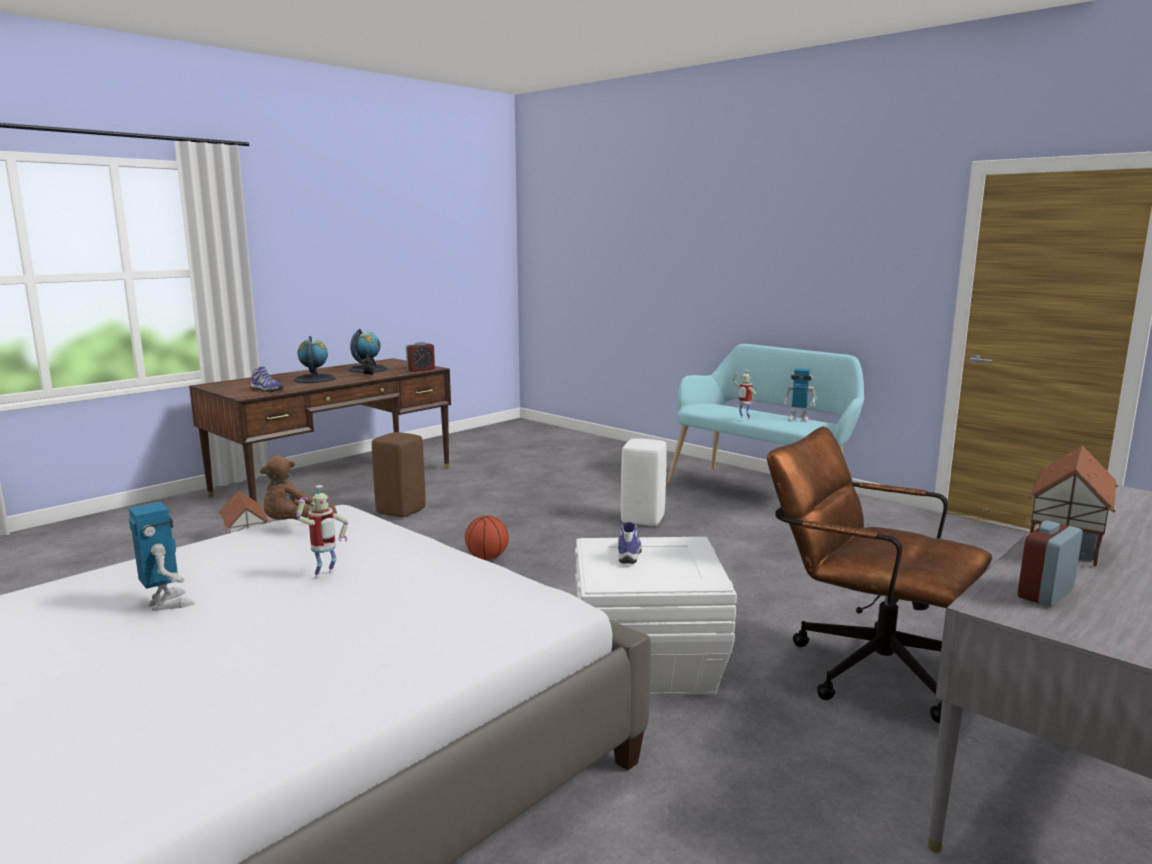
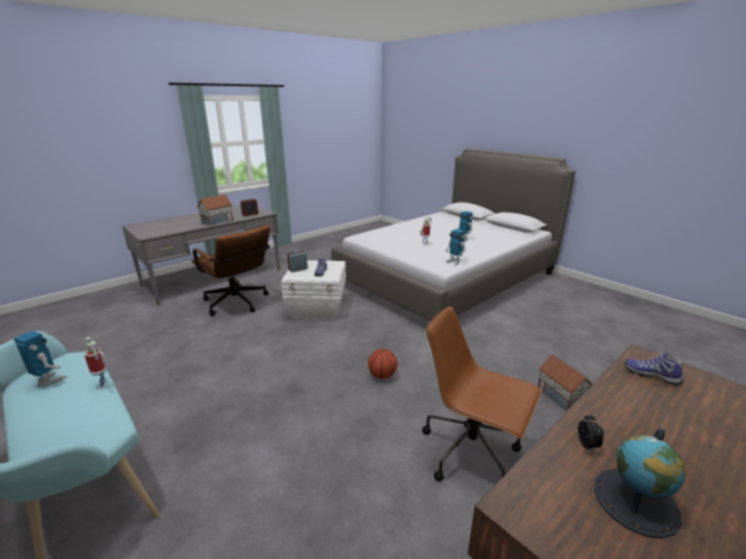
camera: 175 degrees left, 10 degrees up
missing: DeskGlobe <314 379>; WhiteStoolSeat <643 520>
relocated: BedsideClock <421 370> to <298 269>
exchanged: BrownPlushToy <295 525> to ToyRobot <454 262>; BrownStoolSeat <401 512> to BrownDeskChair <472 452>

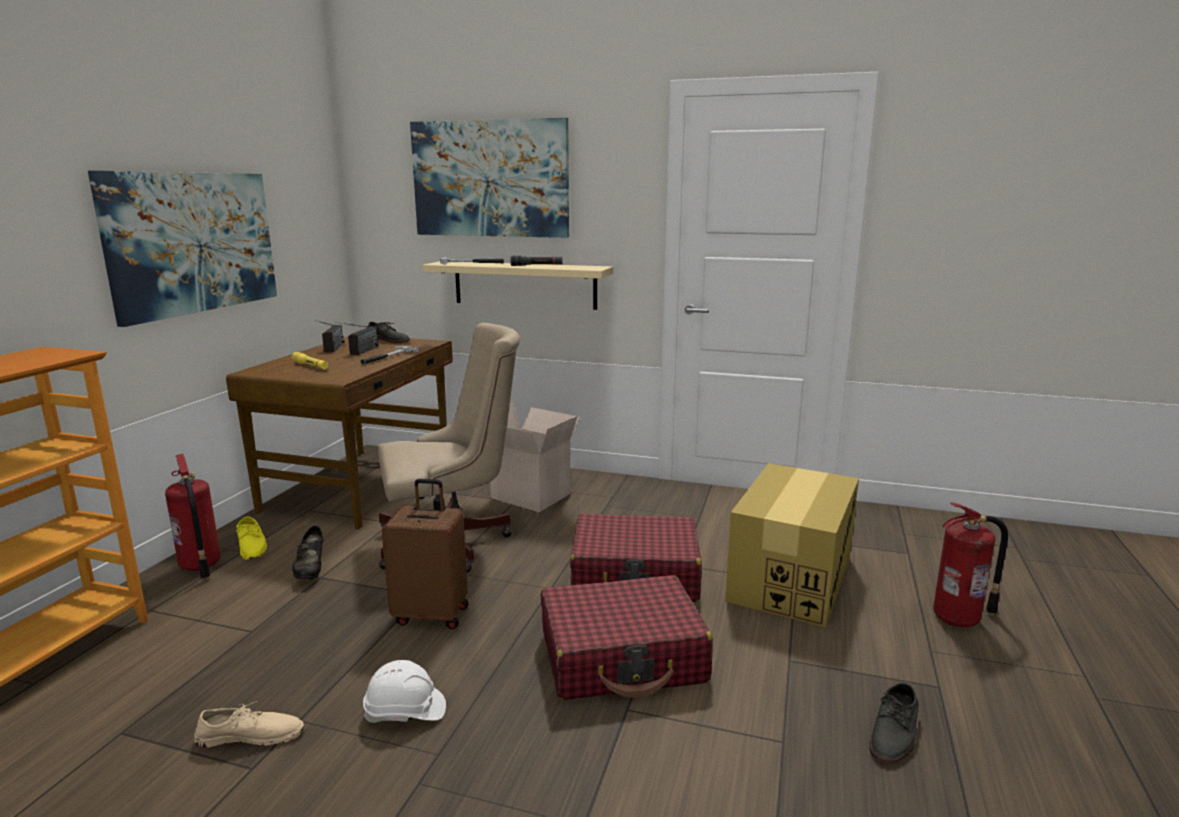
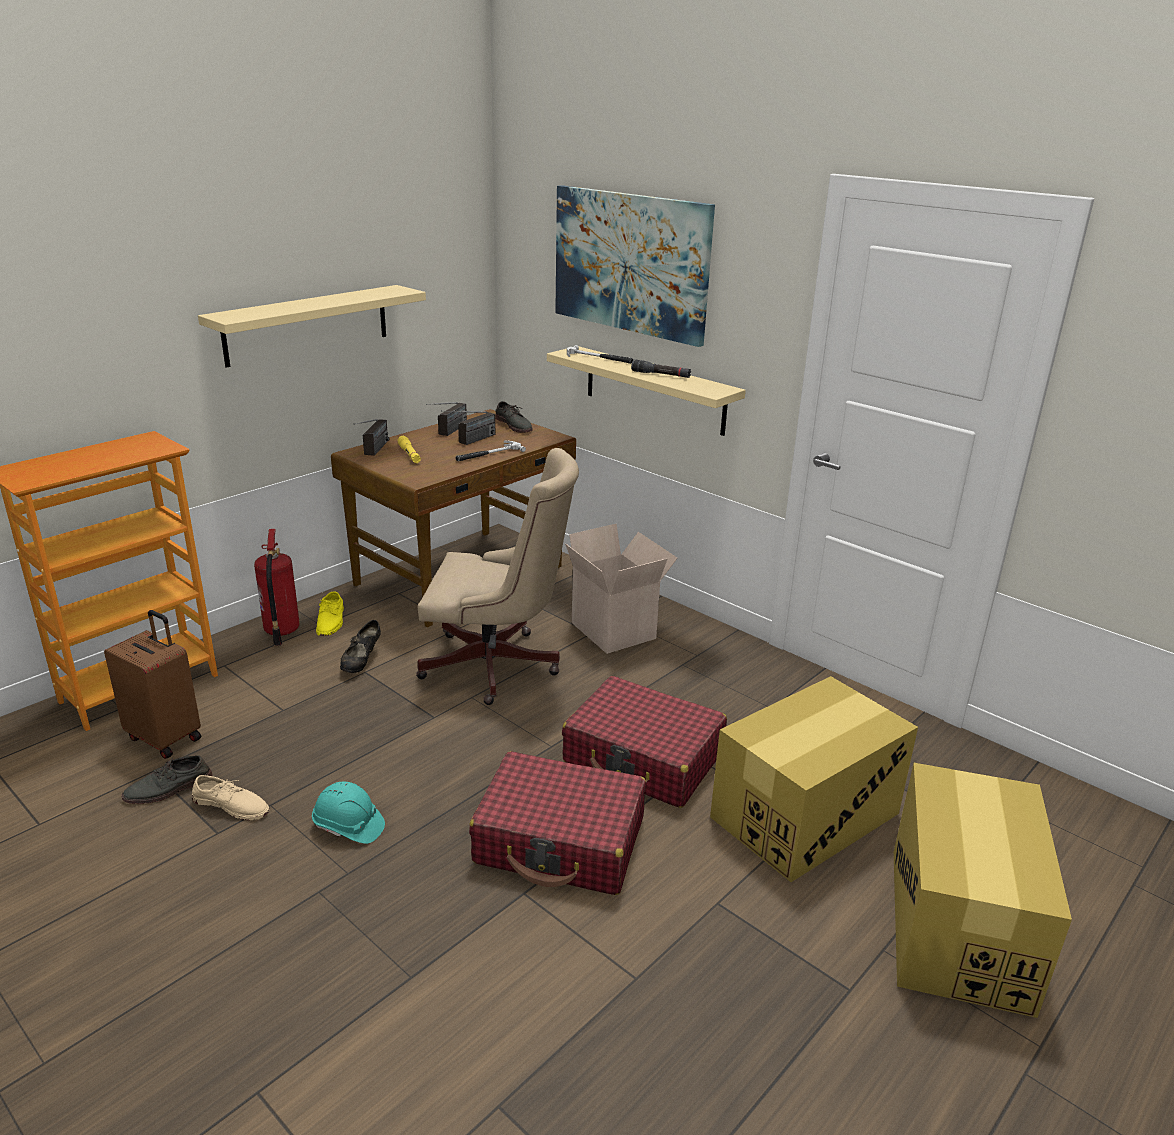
camera: 25 degrees right, 10 degrees up
appeared: RadioReceiver <373 451>
relocated: BrownPieceOfLuggage <432 614> to <166 737>; GreyishShoe <895 733> to <168 788>
exchanged: WallPicture <193 242> to BeigeWallShelf <307 325>; FireFightingCylinder <959 619> to Carton <958 927>
colour: WhiteSafetyHelmet <405 712> to BlueGreenSafetyHelmet <348 826>

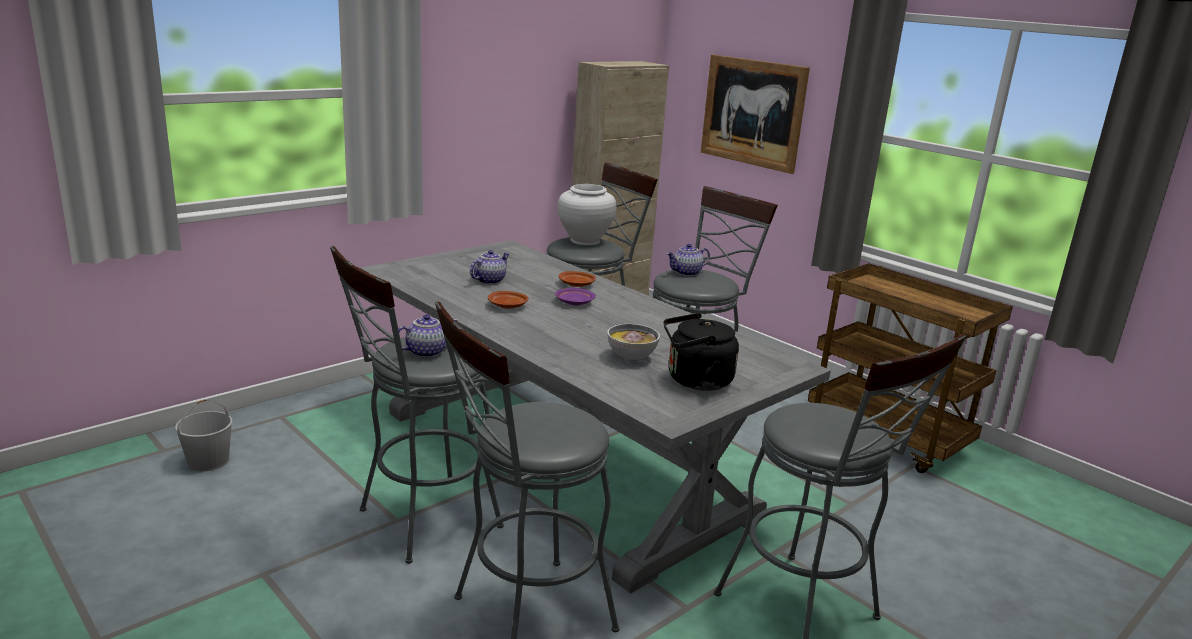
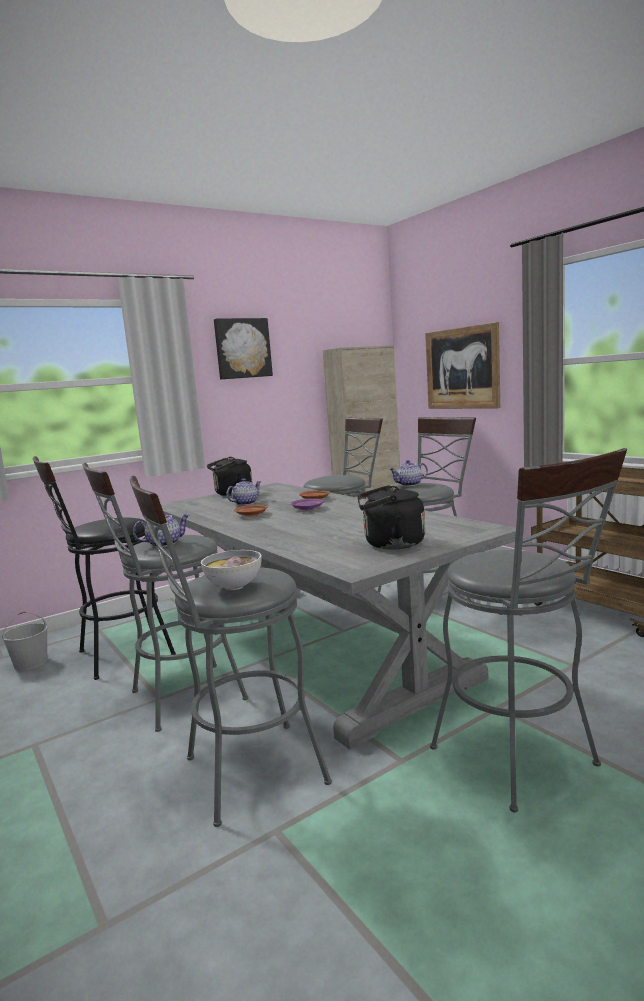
camera: 10 degrees right, 10 degrees down
missing: WhiteDecorativeVase <584 241>
appeared: BlackishStoolSeat <117 656>; BlackishKettle <231 494>; WallPicture <242 348>
relocated: DeepDish <631 357> to <234 587>

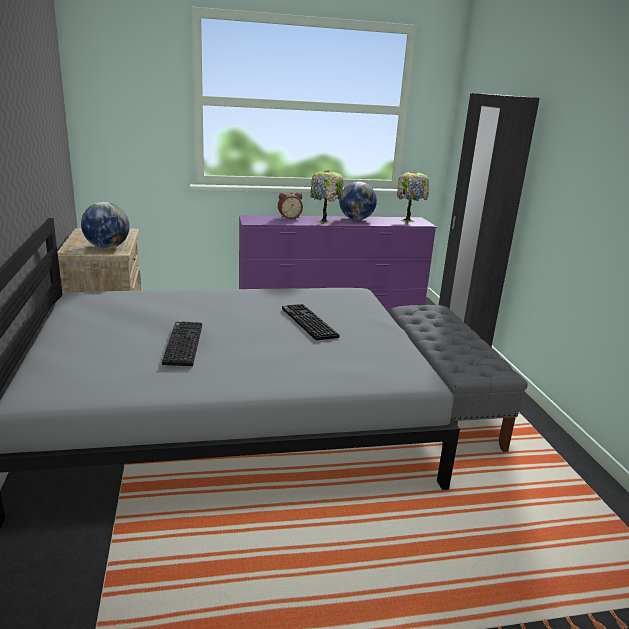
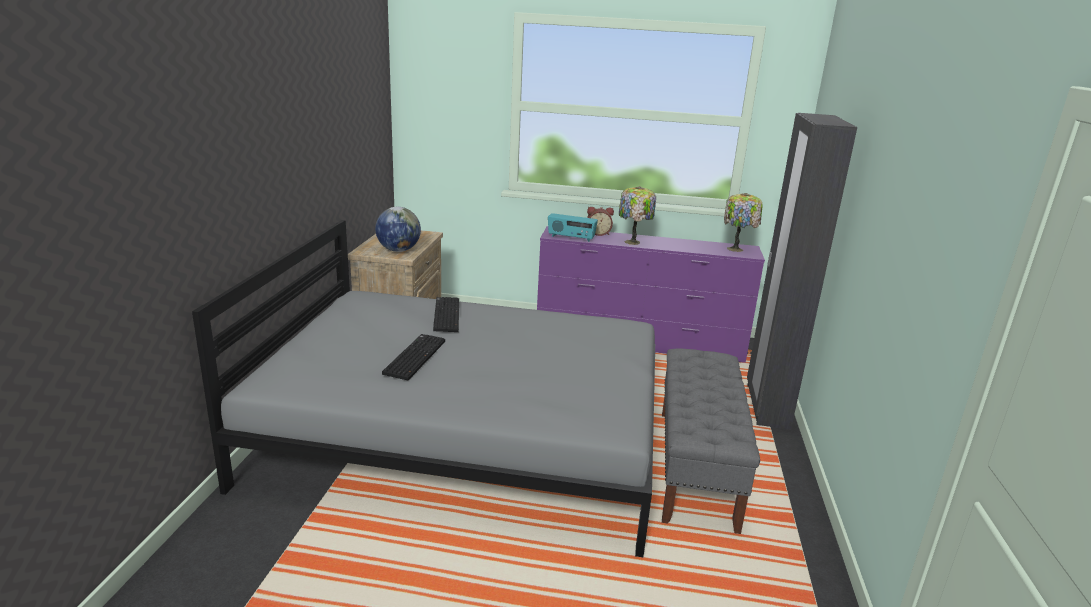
camera: 20 degrees right, 0 degrees up
missing: DeskGlobe <356 219>
appeared: RadioReceiver <571 238>
relocated: PcKeyboard <307 322> to <445 315>

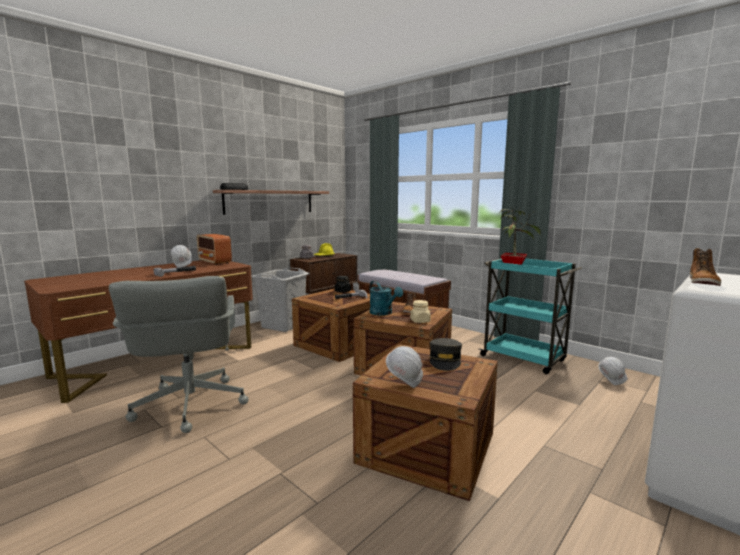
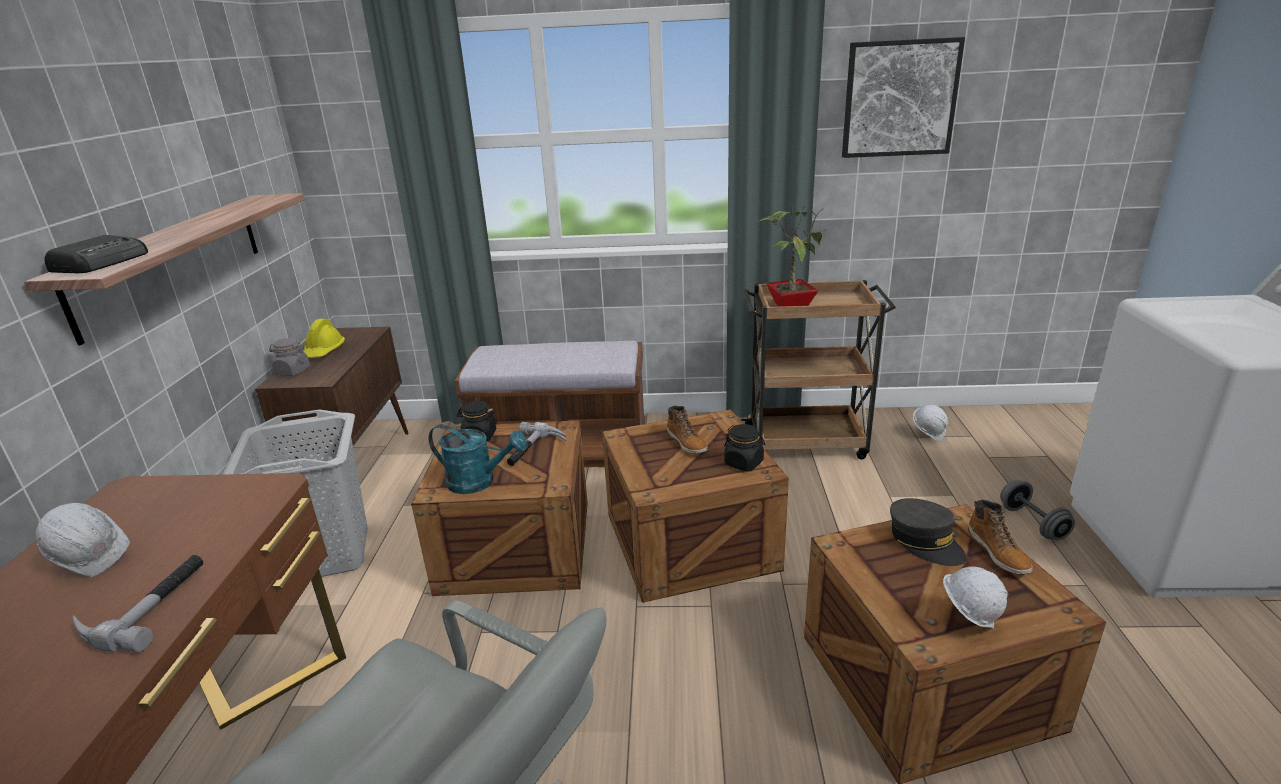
camera: 40 degrees left, 15 degrees up
missing: RadioReceiver <215 262>
appeared: WallPicture <899 99>; GreyishDumbbell <1032 523>
relocated: BlueGreenSprinklingCan <383 313> to <479 482>; TallBoot <703 282> to <998 552>
colour: BeigePreserveJar <420 321> to BlackishPreserveJar <744 463>; BlueGreenWheeledCart <524 359> to BrownWheeledCart <807 442>

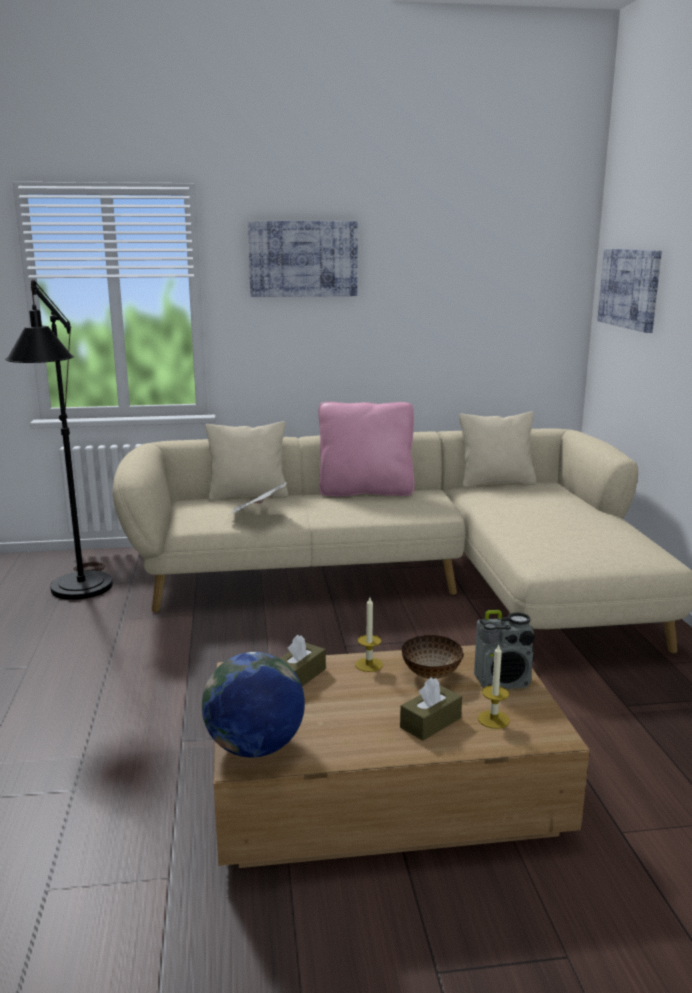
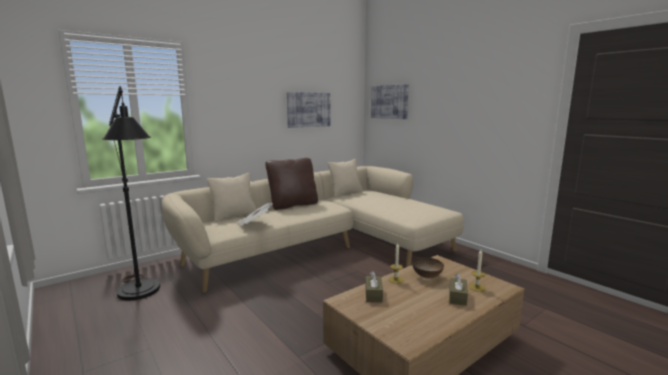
camera: 30 degrees left, 5 degrees down
missing: DeskGlobe <255 747>; RadioReceiver <503 681>
relocated: WallPicture <303 259> to <308 109>
colour: PinkPillow <365 491> to BrownPillow <293 205>

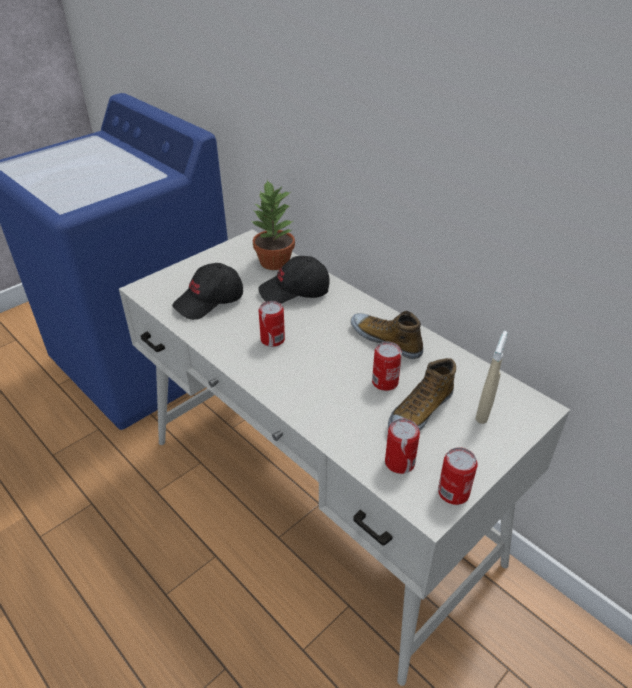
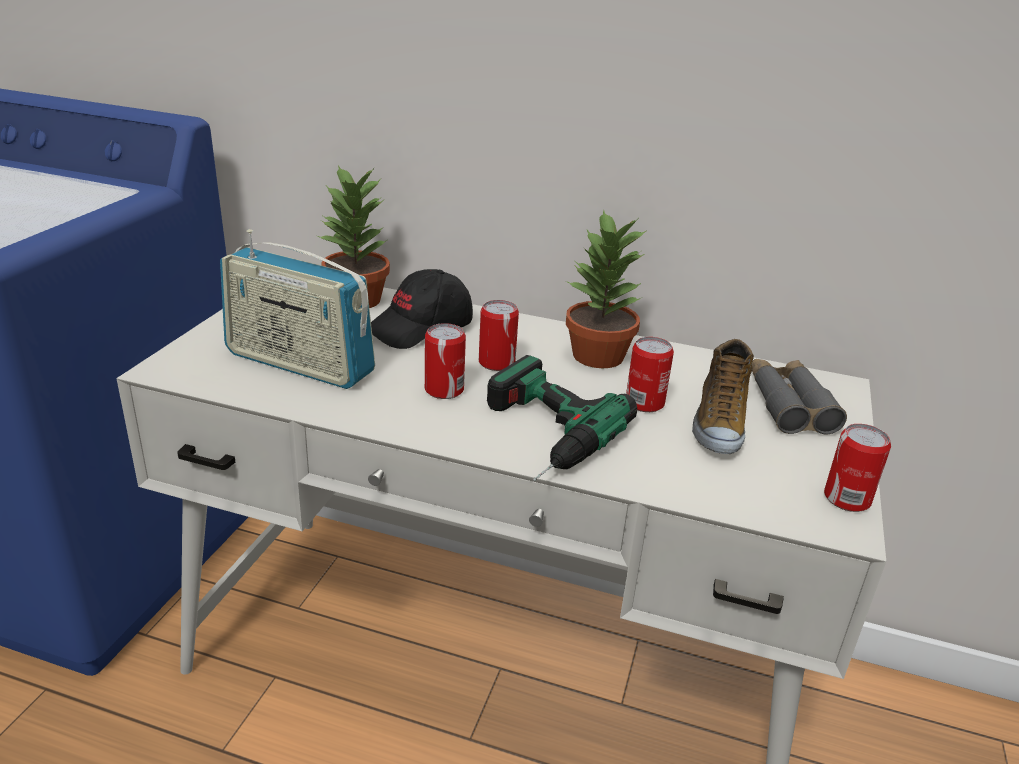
camera: 30 degrees left, 10 degrees down
appeared: PowerDrill <537 434>
relocated: SealedCan <399 462> to <496 362>
exchanged: BlackishBaseballCap <209 301> to RadioReceiver <299 364>; Shoe <386 340> to PottedPlant <598 357>; BeigeHandSprayer <484 412> to GreyishFieldGlasses <789 405>

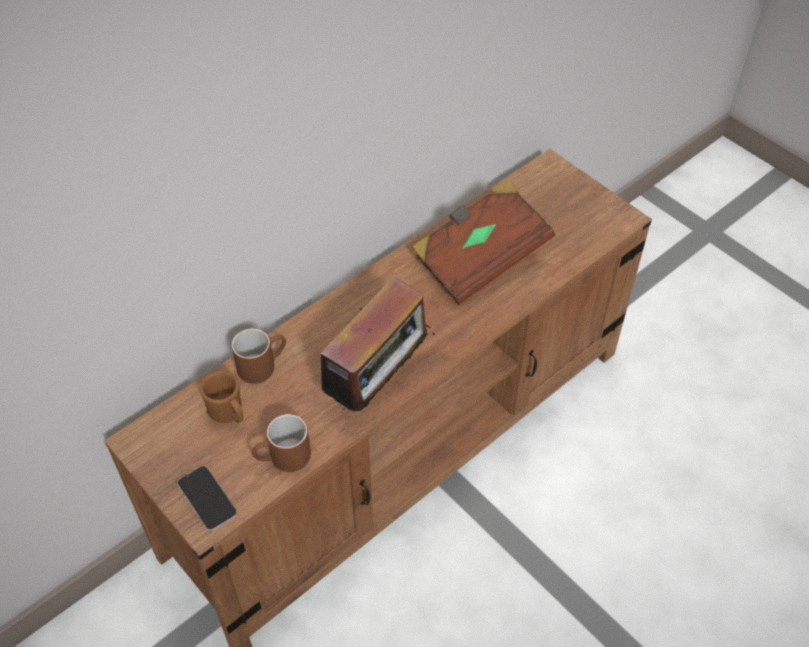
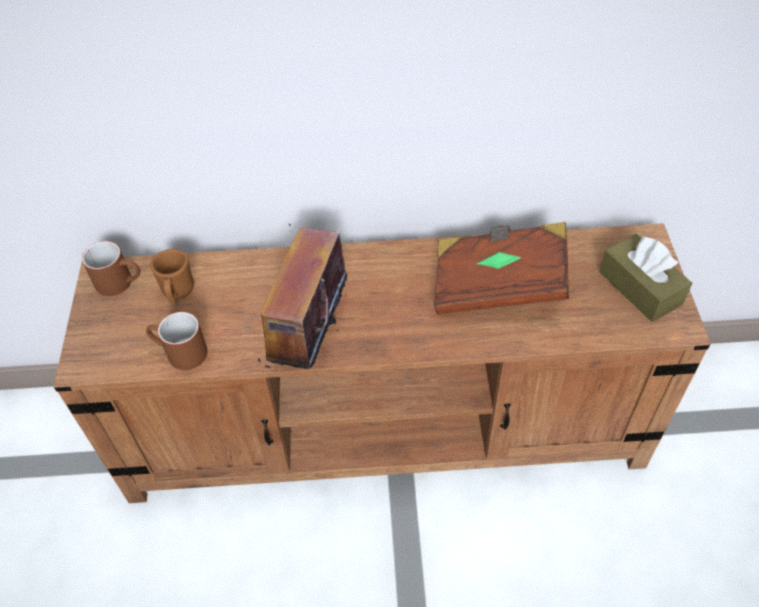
camera: 40 degrees right, 0 degrees up
missing: Handset <207 498>
appeared: BrownBoxOfTissues <640 288>
relocated: BrownTeaMug <262 364> to <121 282>
spun: RadioReceiver <378 382> = <309 339> 120 degrees clockwise

